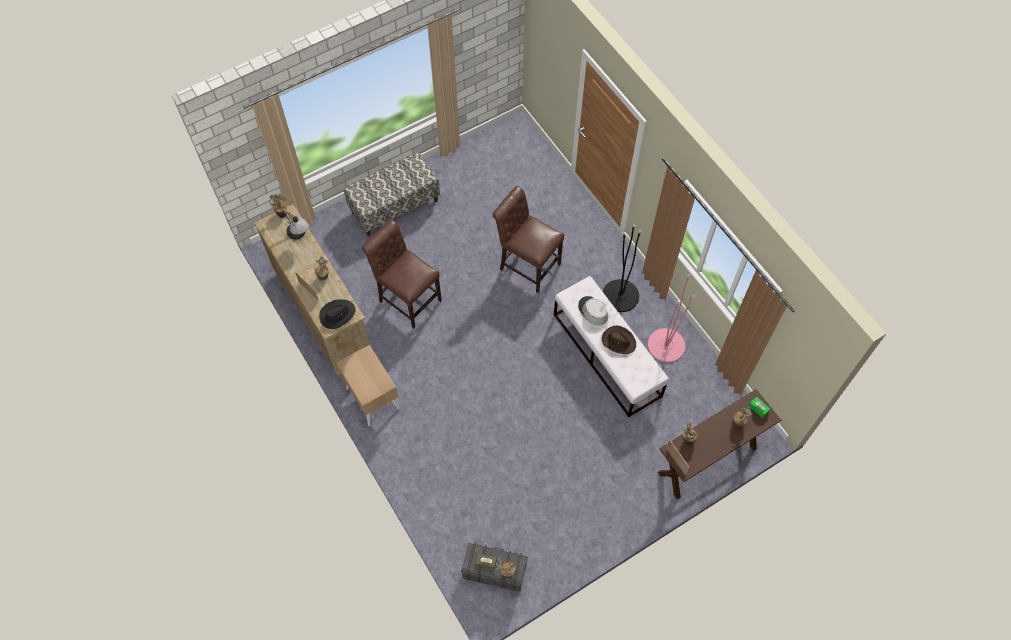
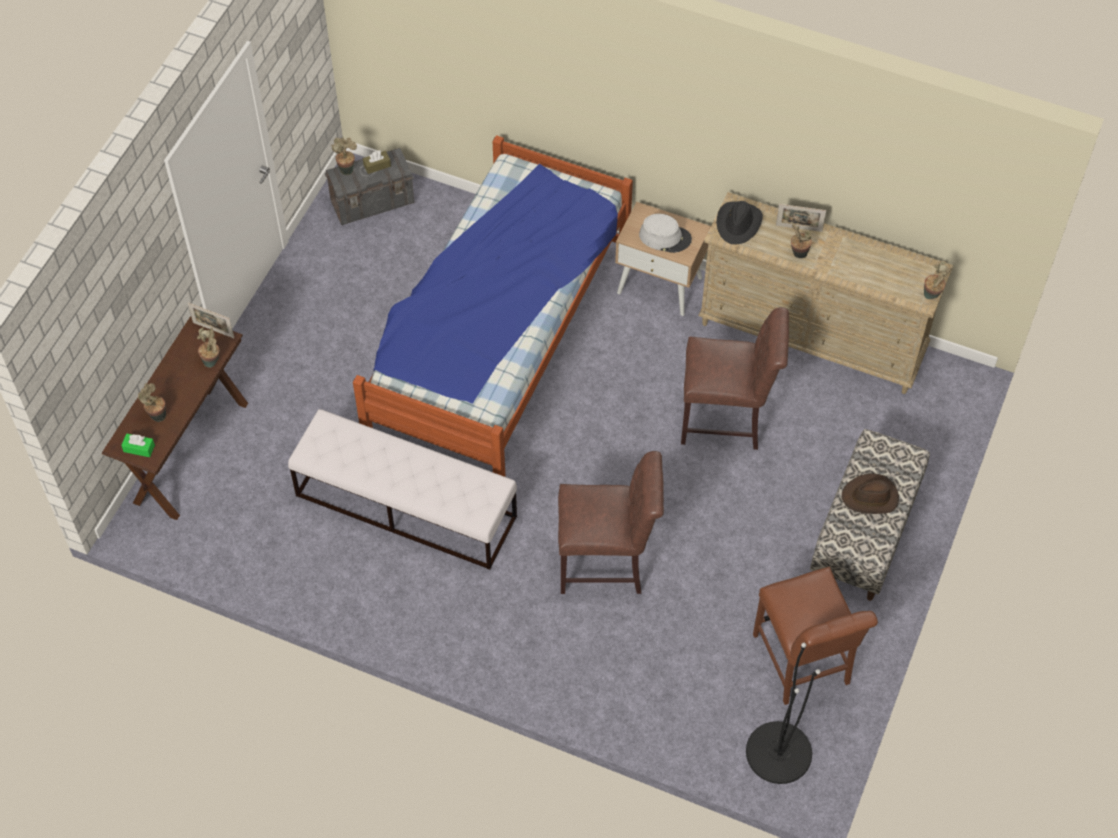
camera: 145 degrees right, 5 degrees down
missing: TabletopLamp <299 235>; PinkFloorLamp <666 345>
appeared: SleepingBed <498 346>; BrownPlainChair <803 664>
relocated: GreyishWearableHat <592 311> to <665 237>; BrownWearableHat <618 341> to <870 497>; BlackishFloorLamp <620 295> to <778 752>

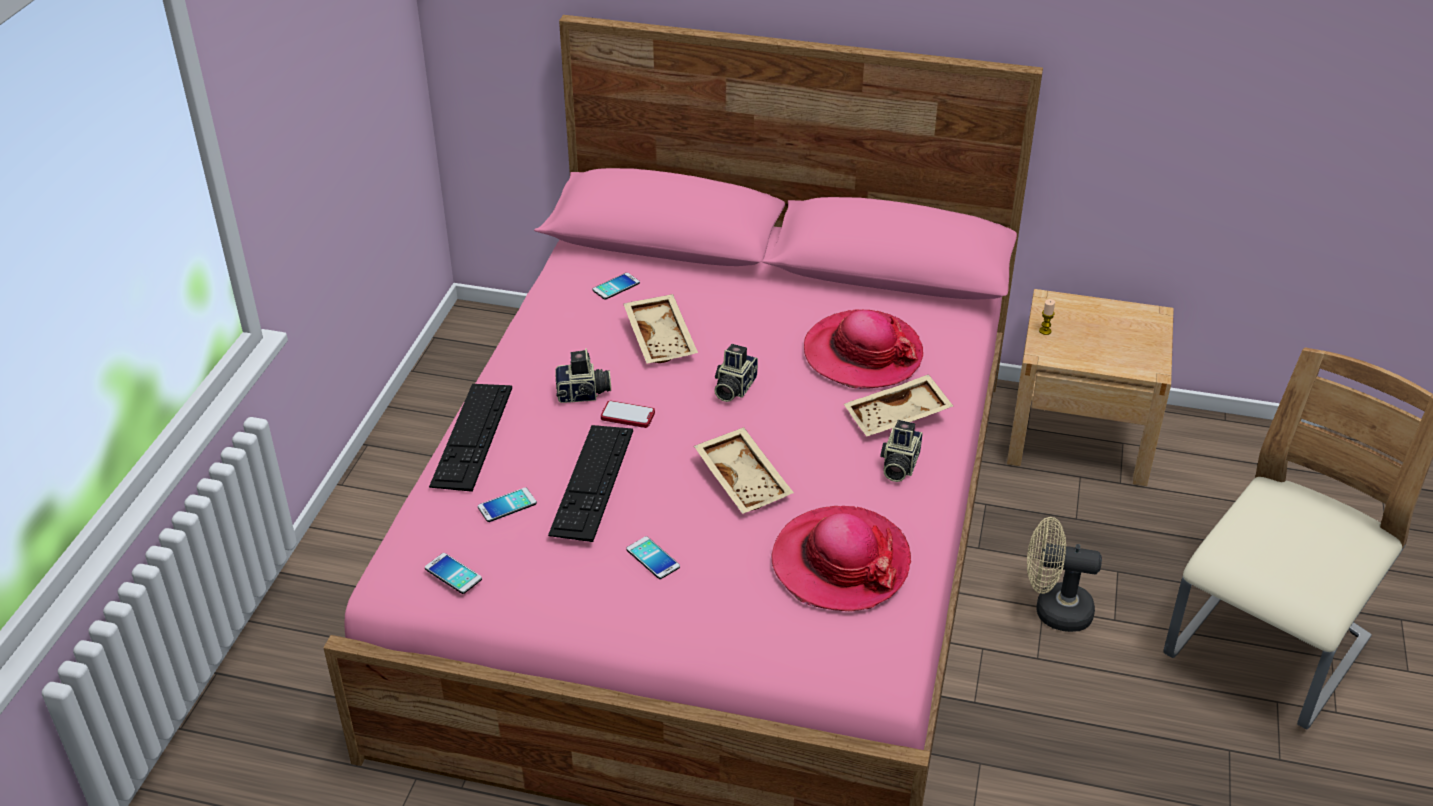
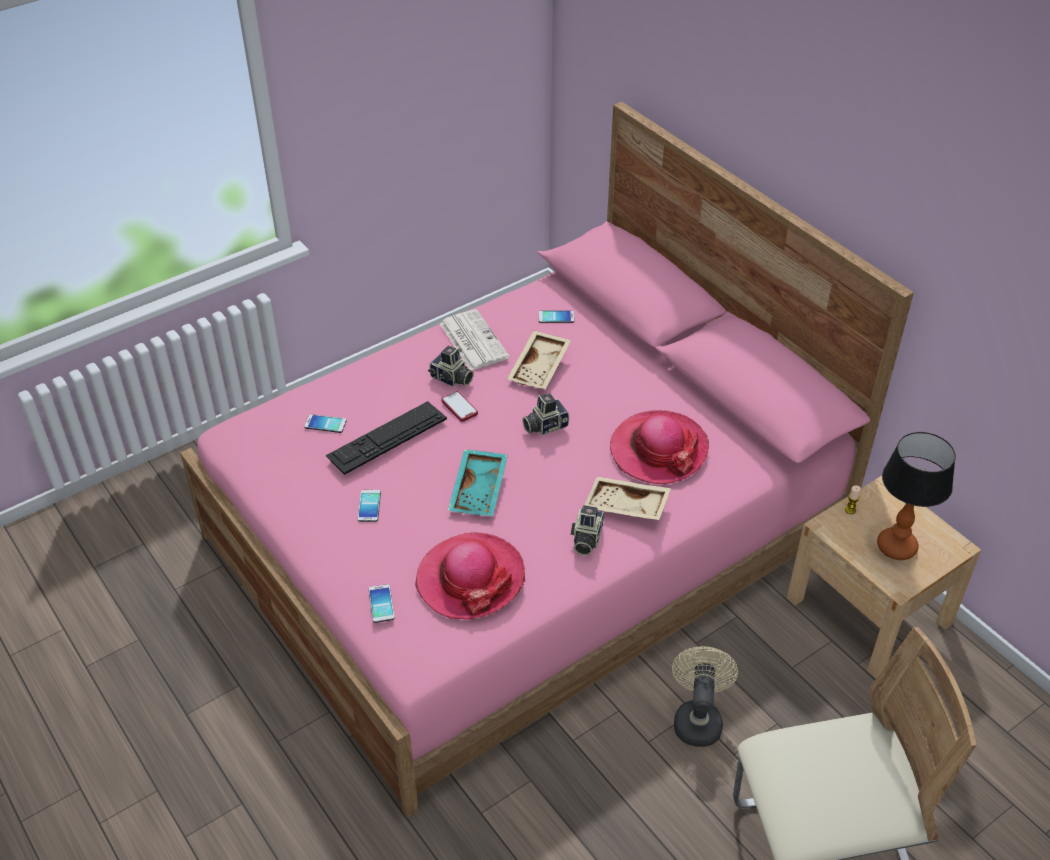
camera: 40 degrees right, 5 degrees up
missing: PcKeyboard <472 436>
appeared: PrintedPaper <472 340>; TabletopLamp <896 546>
relocated: Handset <453 574> to <381 604>
colour: BeigeTray <744 480> to BlueGreenTray <480 490>
spun: PhotoCamera <898 465> = <585 539> 45 degrees counterclockwise; BeigeFan <1053 610> = <697 718> 45 degrees clockwise

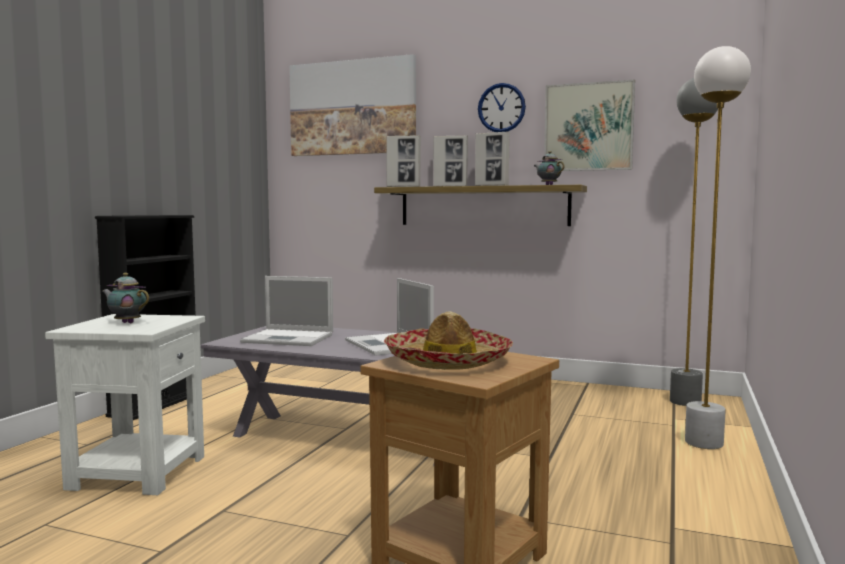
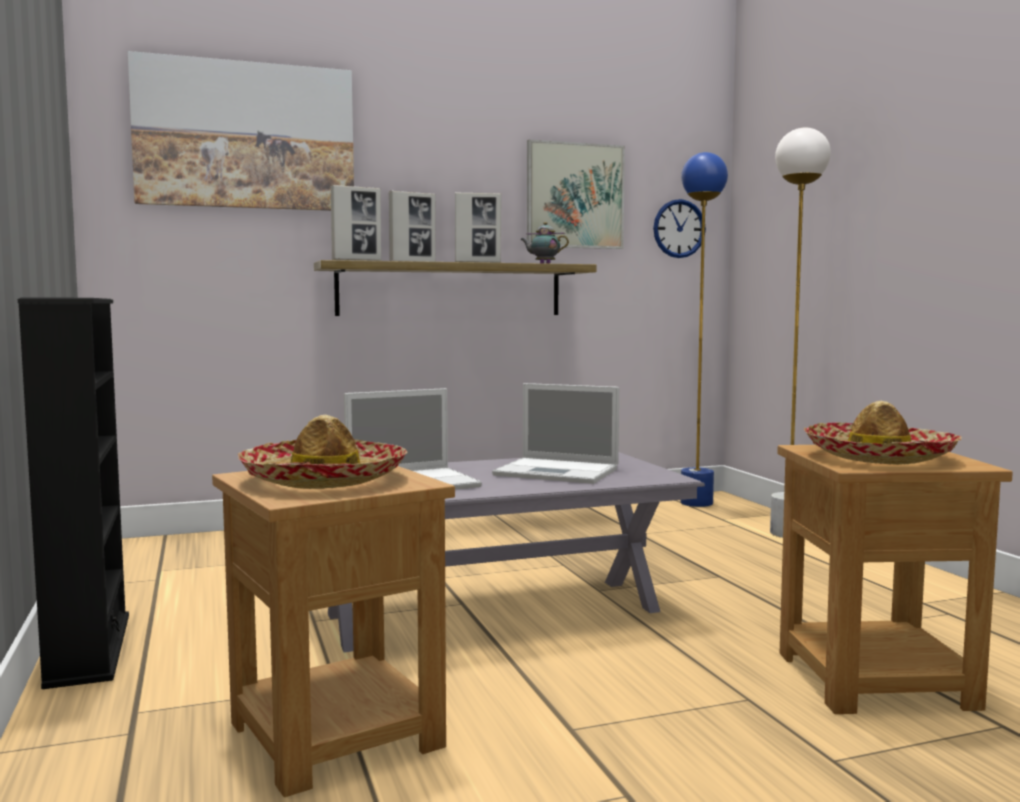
camera: 40 degrees left, 0 degrees up
relocated: HangingClock <501 108> to <679 228>
exchanged: TeaPot <126 322> to WearableHat <325 479>
colour: WhiteEndTable <138 472> to BrownEndTable <334 734>; GreyishFloorLamp <685 402> to BluishFloorLamp <696 503>

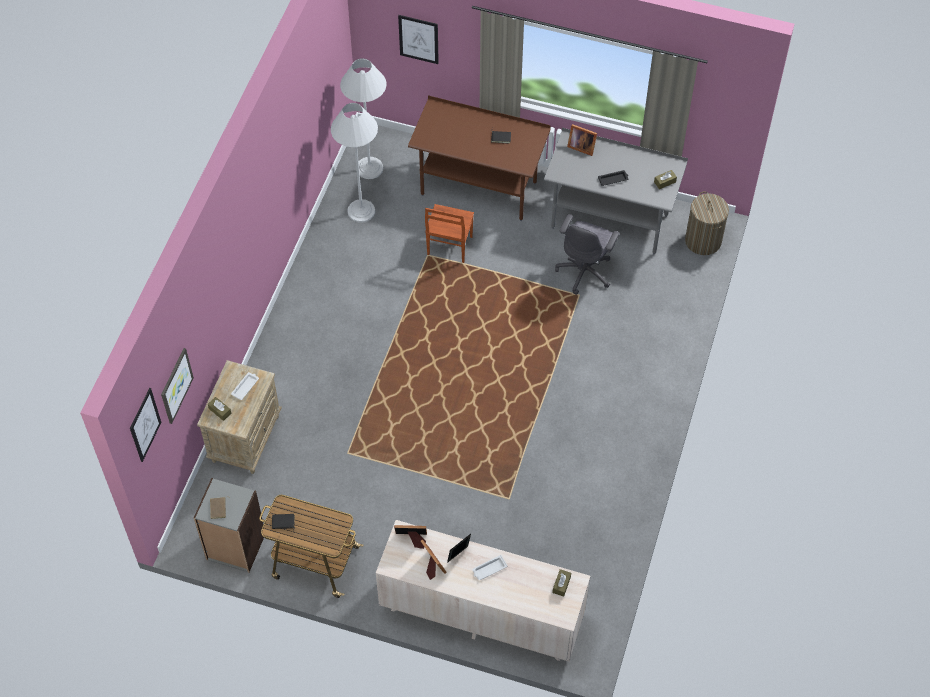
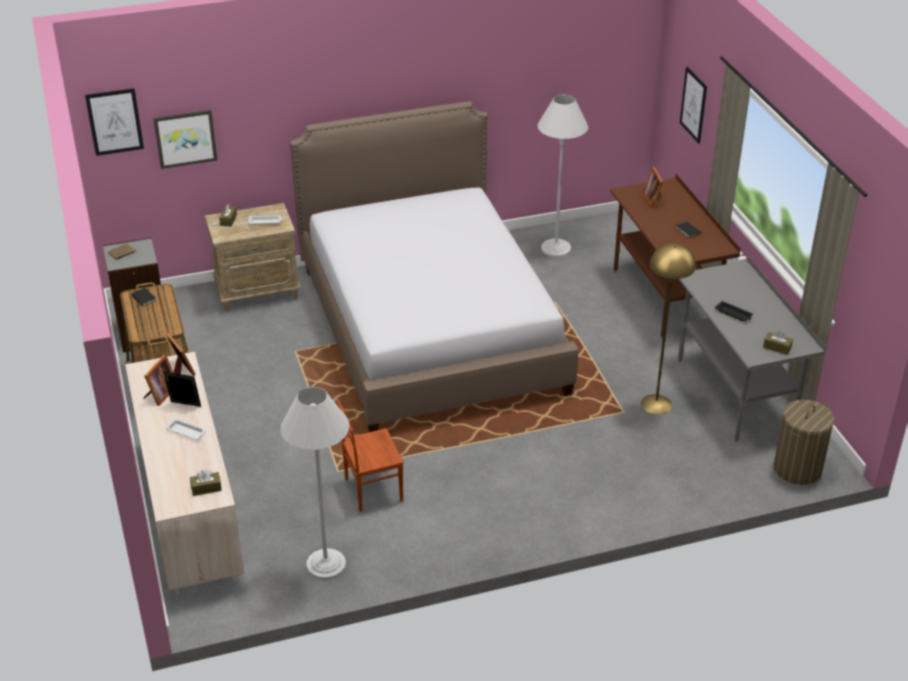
camera: 55 degrees right, 20 degrees down
appeared: SleepingBed <430 329>
relocated: WhiteFloorLamp <369 168> to <326 564>; BrownPlainChair <449 246> to <372 489>; PhotoFrame <581 146> to <653 199>
exchanged: GreyishDeskChair <585 271> to YellowFloorLamp <656 404>

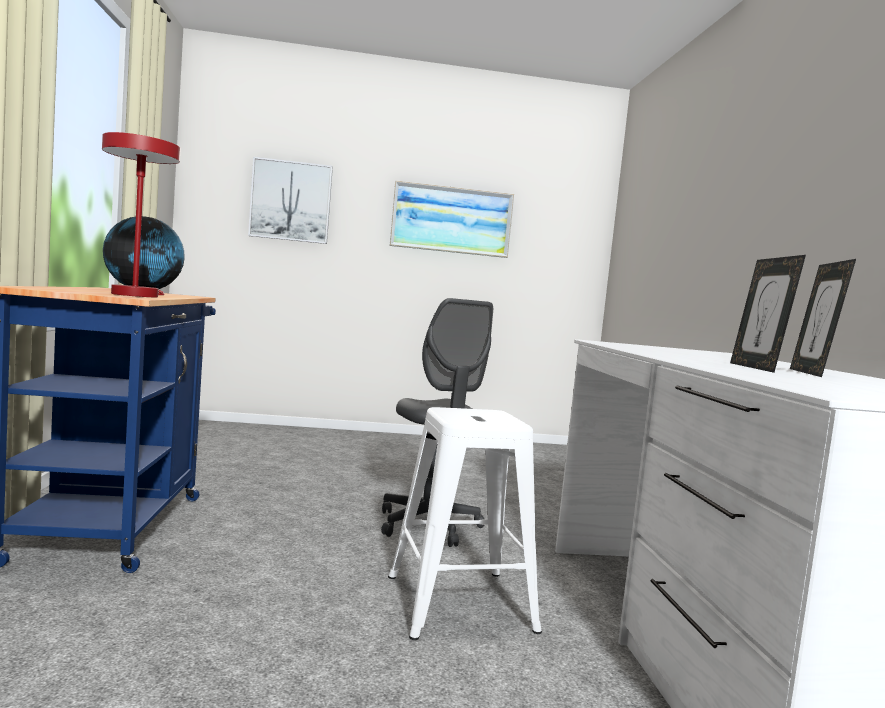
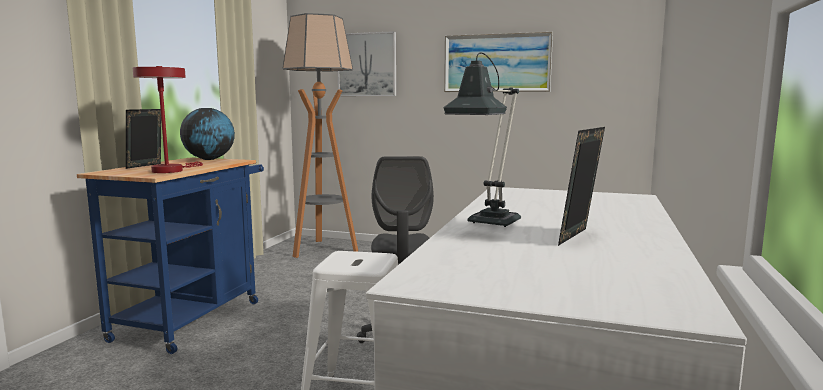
camera: 25 degrees right, 5 degrees up
appeared: FloorLamp <323 249>; TabletopLamp <489 224>
relocated: PhotoFrame <757 368> to <146 166>

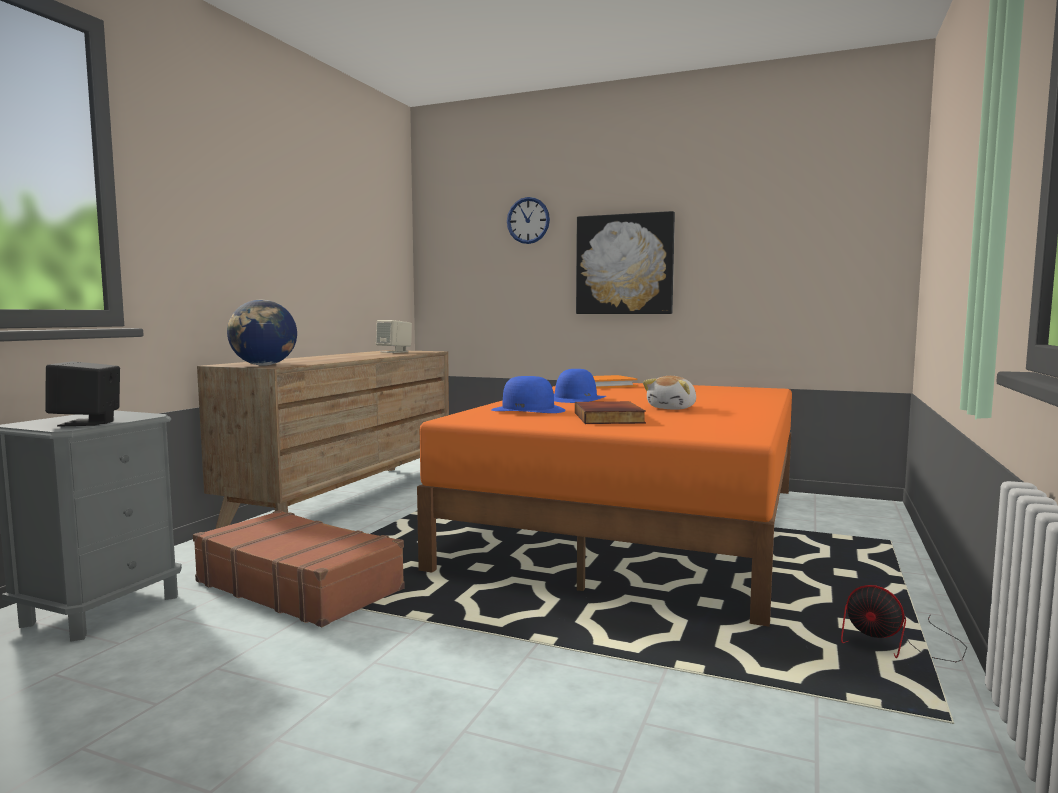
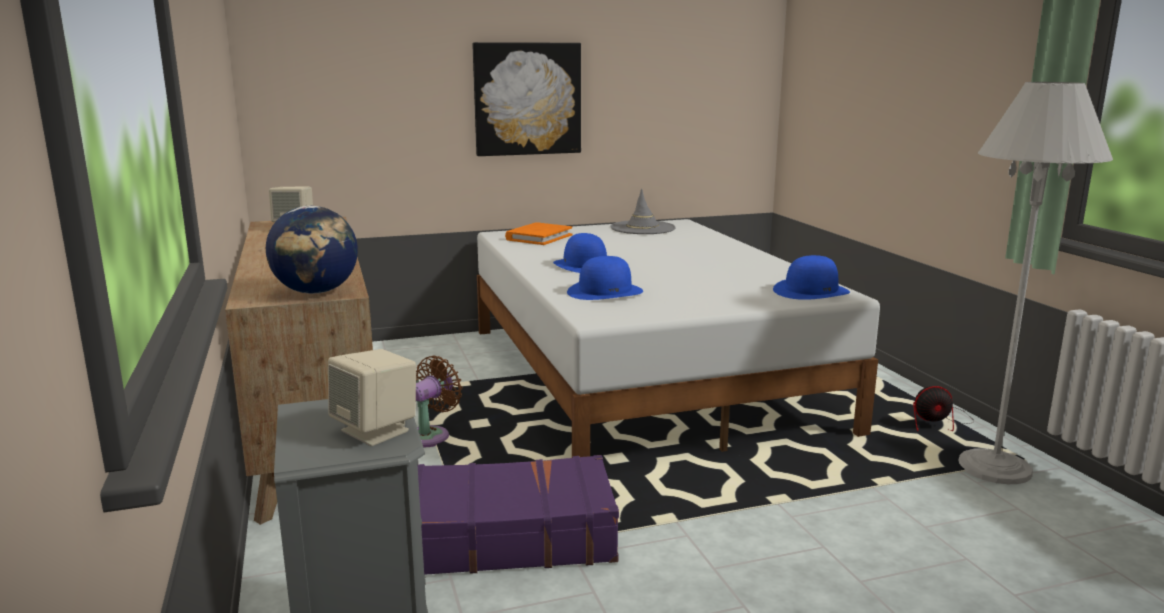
camera: 40 degrees left, 10 degrees up
missing: HangingClock <528 220>; BoundBook <610 418>; PlushToy <673 408>
appeared: BrownFan <431 435>; GreyishWearableHat <642 228>; BluishWearableHat <811 291>; WhiteFloorLamp <994 467>
colour: BlackishLoudspeaker <87 423> to BeigeLoudspeaker <376 431>; BrownPieceOfLuggage <299 585> to PurpleColouredPieceOfLuggage <503 537>; OrangeySleepingBed <638 525> to WhiteSleepingBed <645 376>

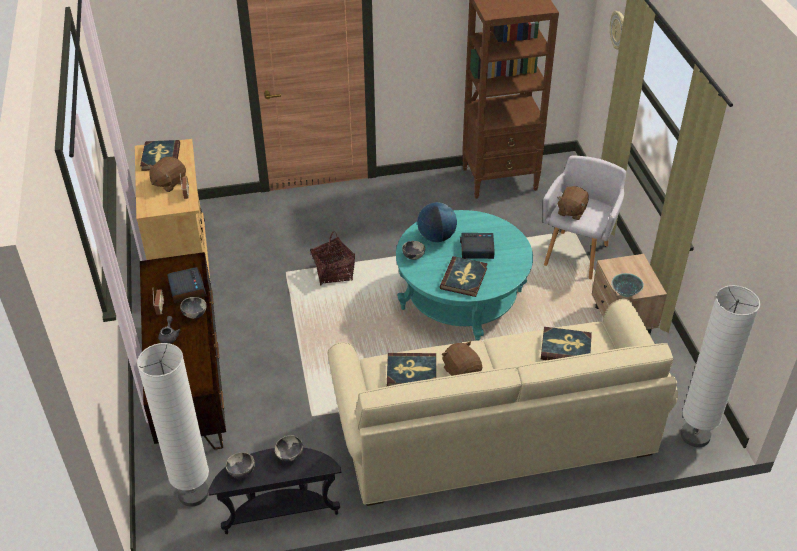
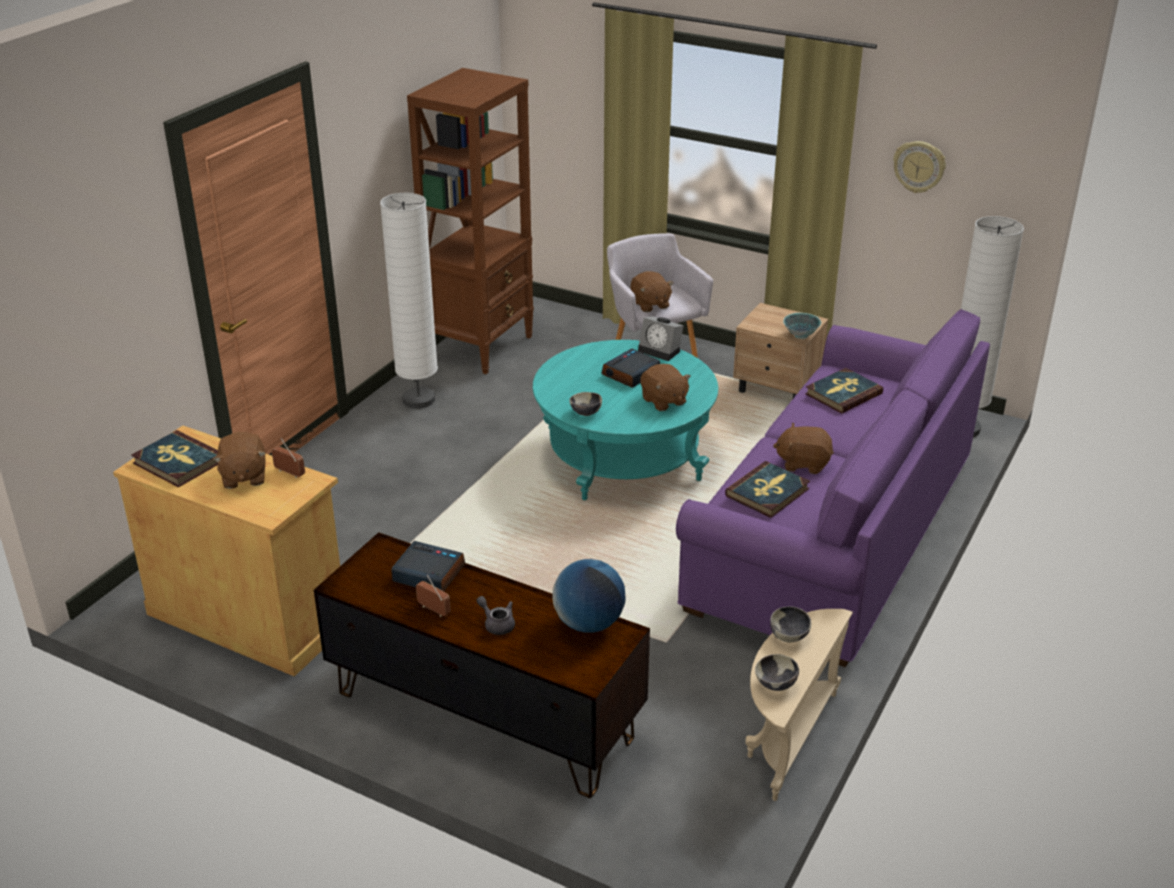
camera: 50 degrees left, 10 degrees down
missing: DeepDish <194 314>; HouseholdBasket <334 273>
appeared: BedsideClock <661 351>
relocated: WhiteFloorLamp <193 493> to <418 400>; DeskGlobe <436 237> to <588 623>; HangingClock <619 30> to <919 166>
exchanged: BoundBook <464 278> to BrownPlushToy <663 401>
colour: BlackishEndTable <280 511> to BeigeEndTable <787 738>; BeigeSettee <494 432> to PurpleColouredSettee <834 532>

